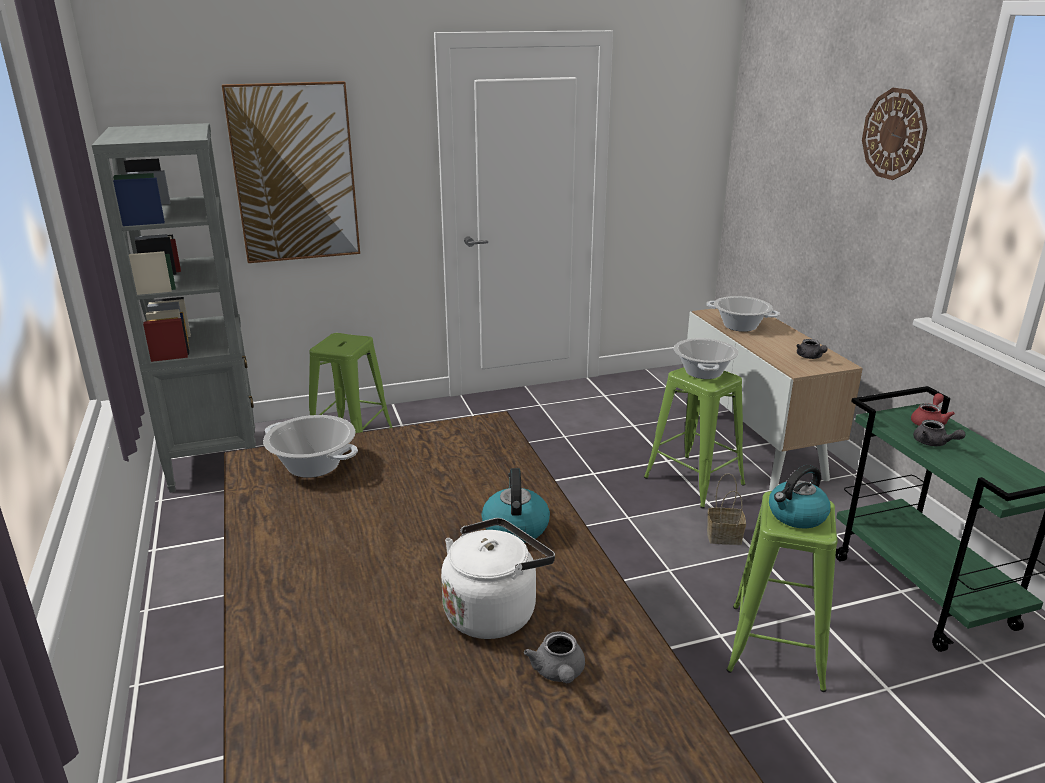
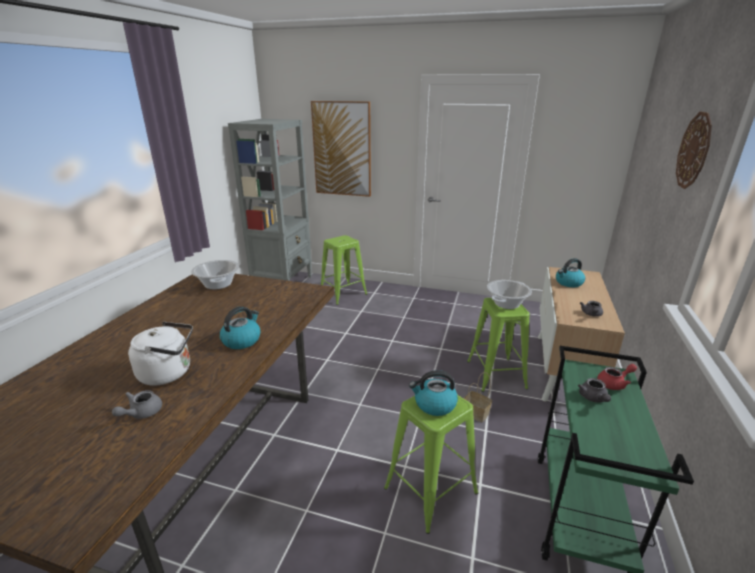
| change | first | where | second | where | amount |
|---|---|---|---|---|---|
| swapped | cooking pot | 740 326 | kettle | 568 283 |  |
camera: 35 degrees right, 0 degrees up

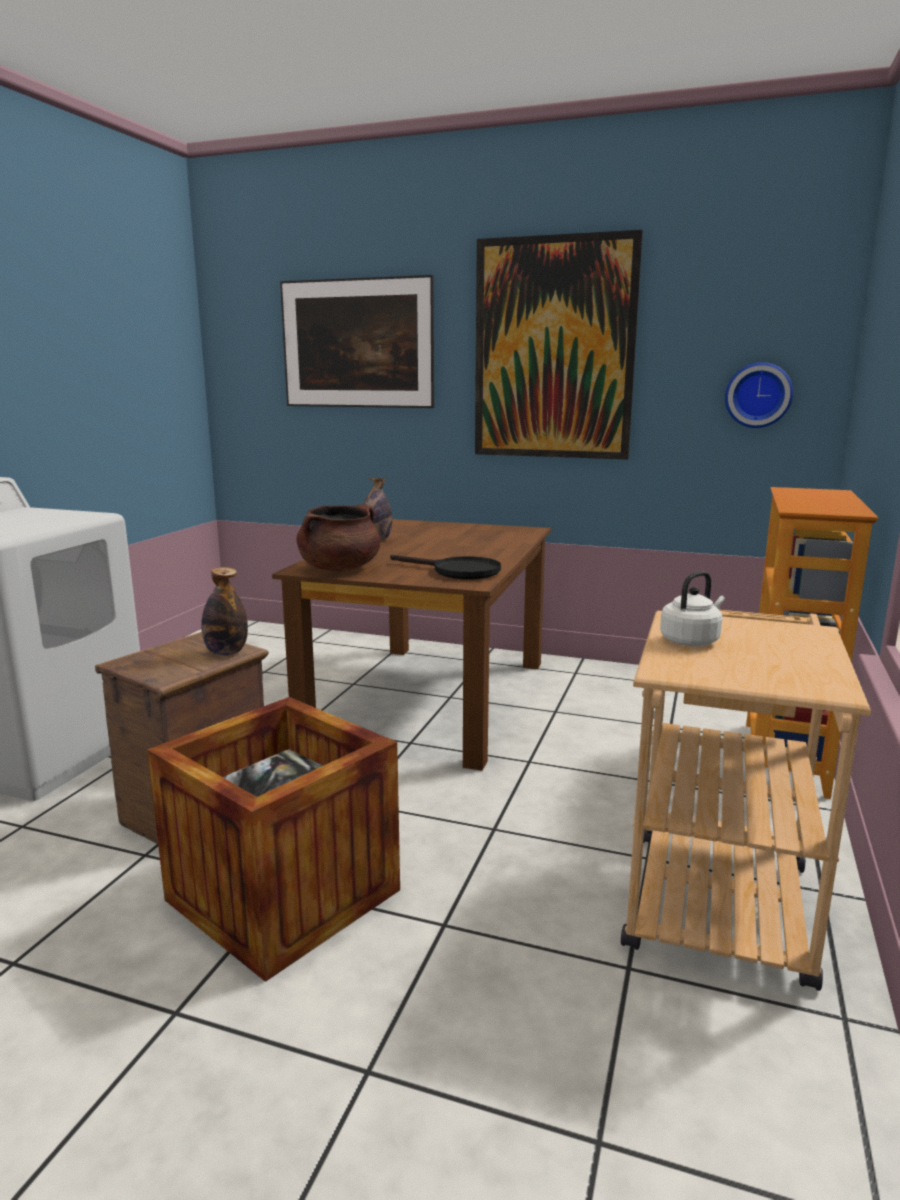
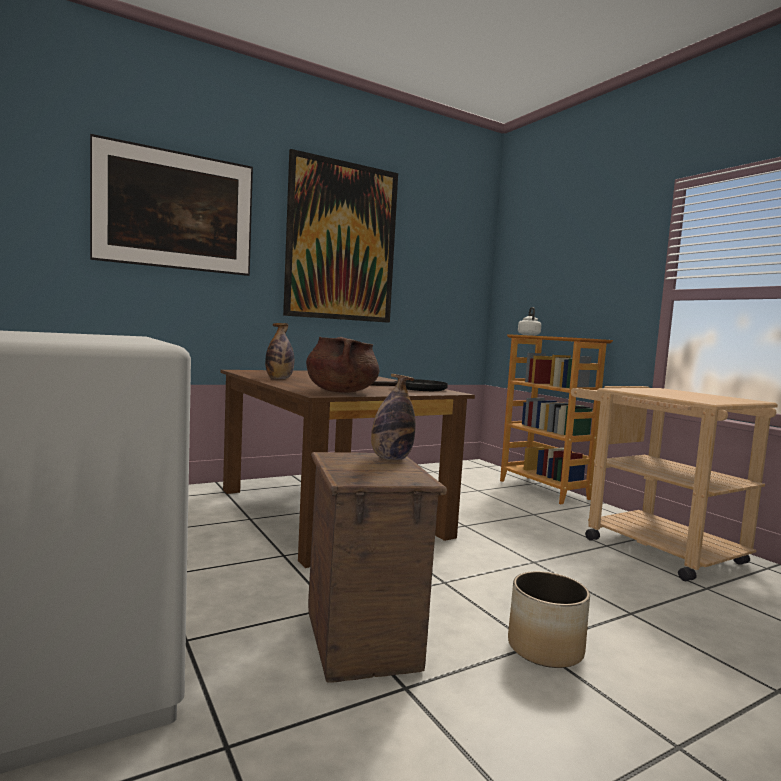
| change | first | where | second | where | amount |
|---|---|---|---|---|---|
| gone | wall clock | 758 395 |  |  |  |
| shifted | white kettle | 691 641 |  | 528 335 |  |
| swapped | crate | 283 895 | planter | 545 649 |  |
camera: 50 degrees left, 10 degrees down

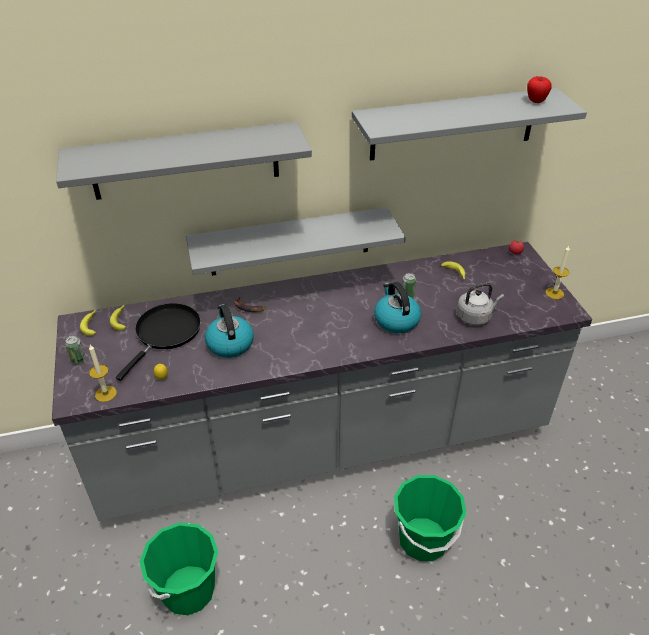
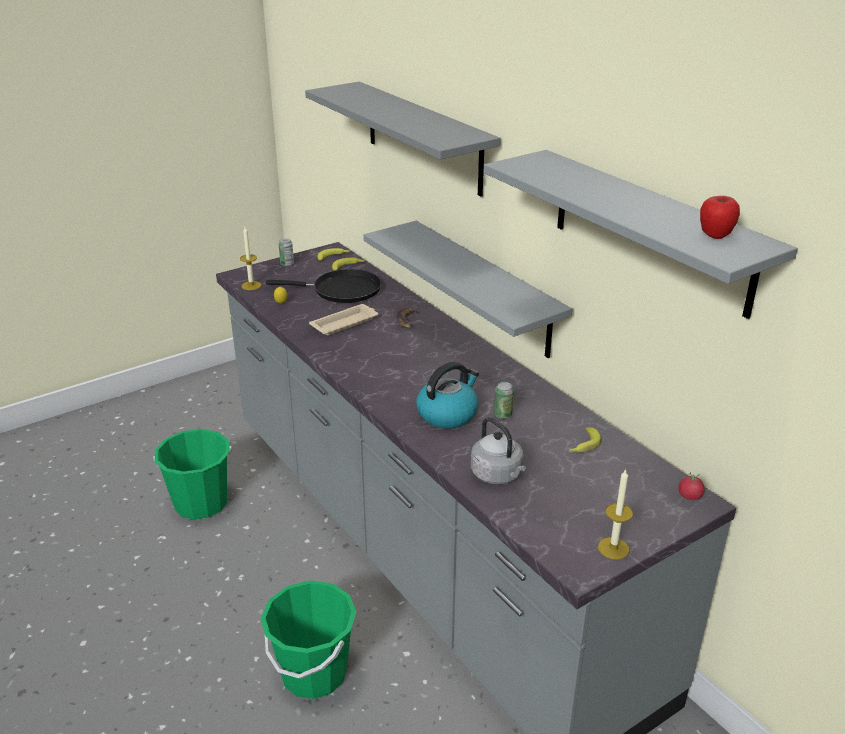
| change | first | where | second | where | amount |
|---|---|---|---|---|---|
| swapped | kettle | 229 343 | beige tray | 345 323 |  |
camera: 70 degrees right, 10 degrees down

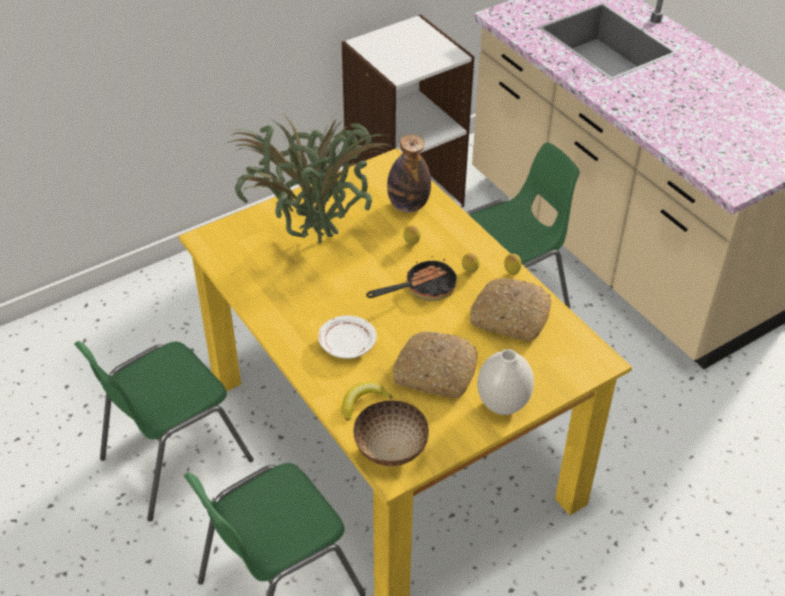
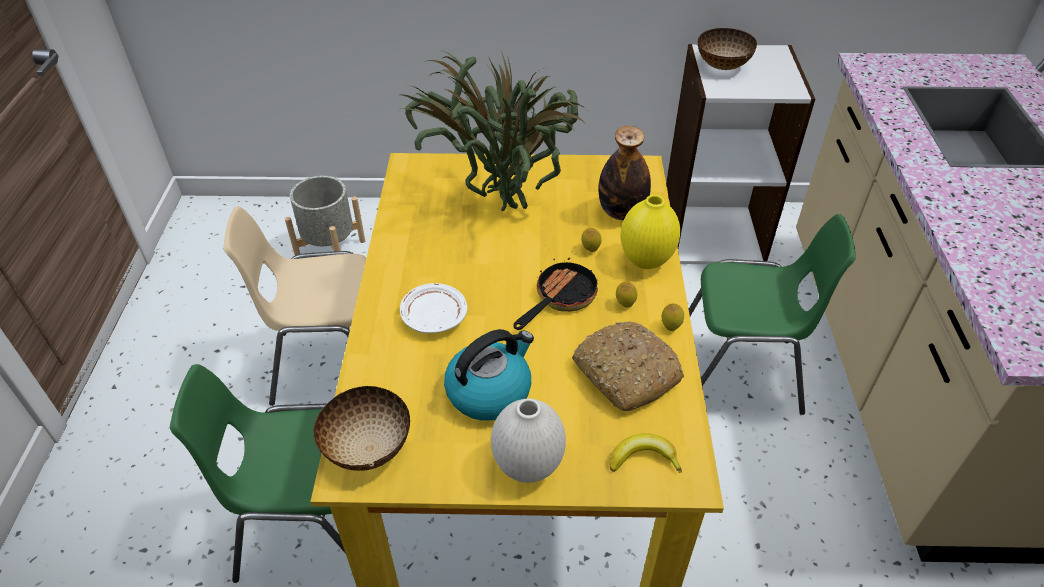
| change | first | where | second | where | amount |
|---|---|---|---|---|---|
| rotated | frying pan | 423 288 |  | 560 298 | 60 degrees counterclockwise |
| swapped | bread | 434 373 | kettle | 489 391 |  |
| repainted | green chair | 174 459 | beige chair | 333 363 |  |
| shifted | banana | 363 402 |  | 643 458 |  |
| new |  |  | bowl | 721 66 |  |
| new |  |  | grey planter | 331 251 |  |
| new |  |  | yellow vase | 647 261 |  |
camera: 35 degrees right, 0 degrees up

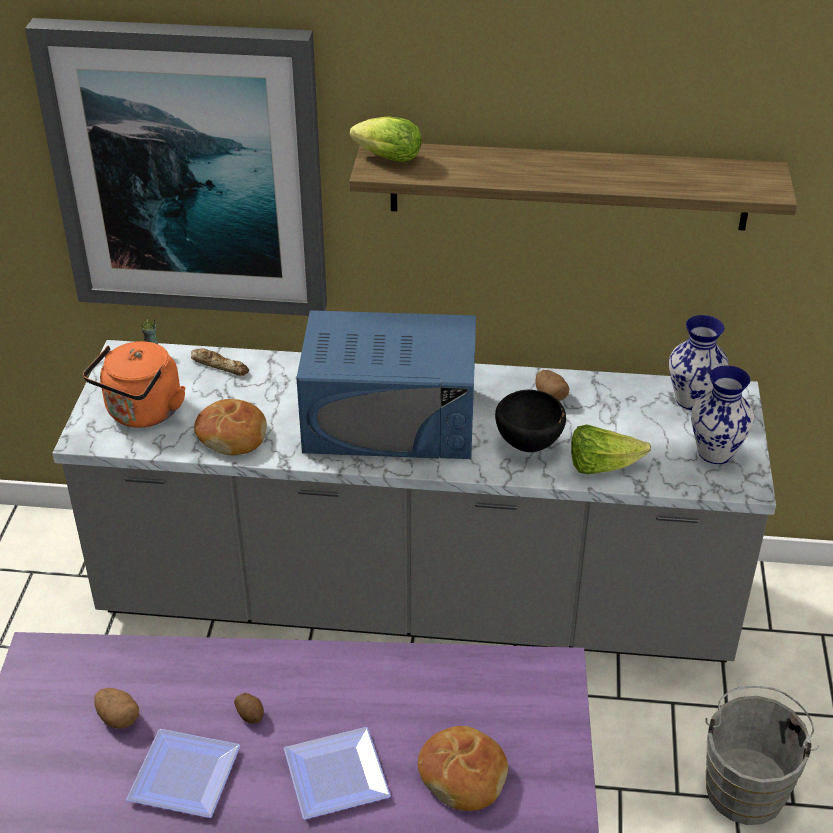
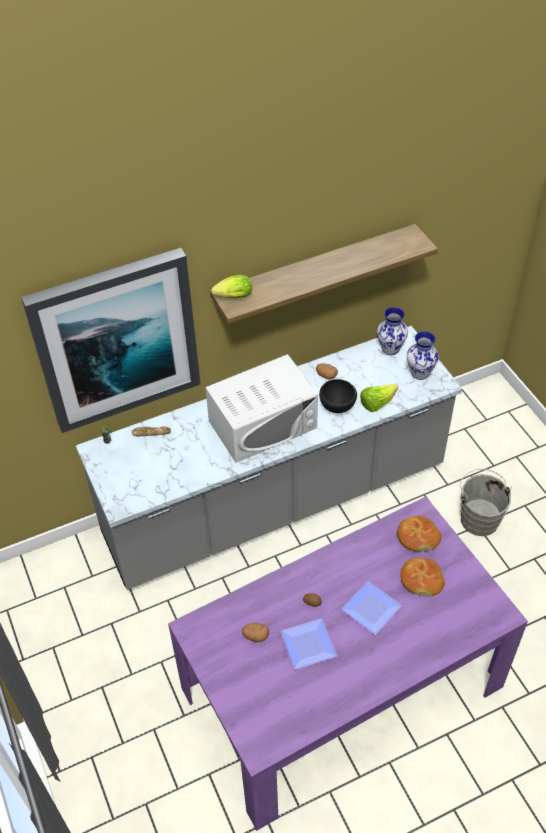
| change | first | where | second | where | amount |
|---|---|---|---|---|---|
| repainted | blue microwave | 390 420 | white microwave | 263 424 |  |
| gone | orange kettle | 142 413 |  |  |  |
| shifted | bread | 232 435 |  | 417 537 |  |
camera: 30 degrees left, 10 degrees up

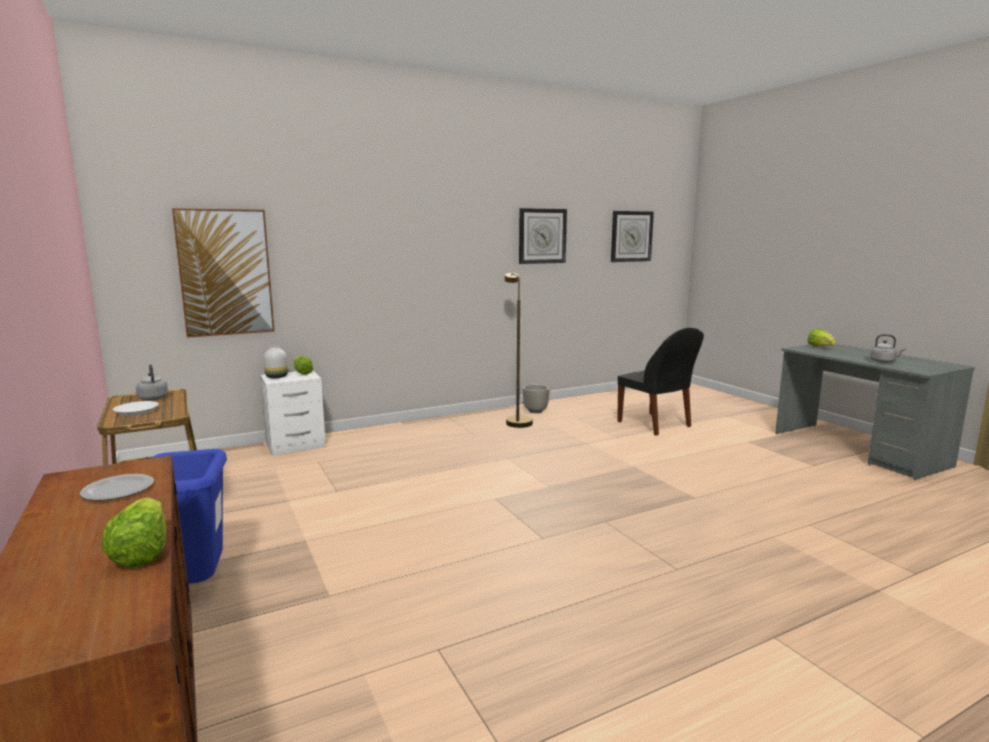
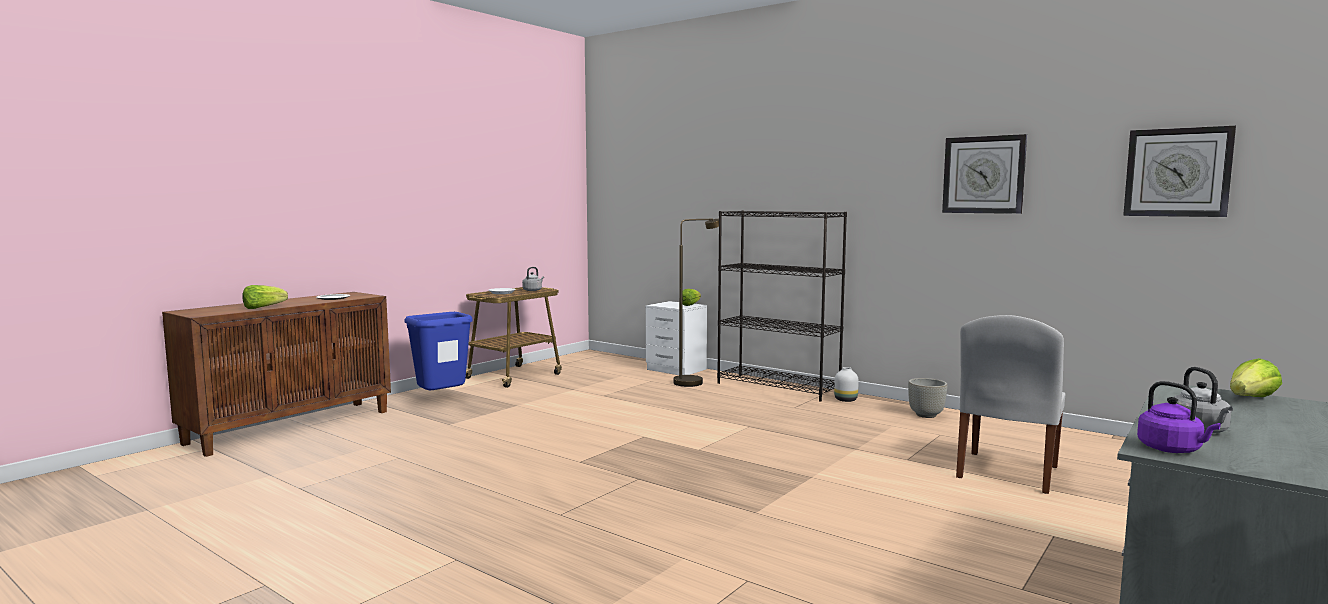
| change | first | where | second | where | amount |
|---|---|---|---|---|---|
| gone | picture | 225 272 |  |  |  |
| shifted | brown floor lamp | 516 421 |  | 694 381 |  |
| repainted | black chair | 655 425 | white chair | 1006 473 |  |
| shifted | white vase | 277 377 |  | 846 400 |  |
| new |  |  | black bookcase | 778 387 |  |
| new |  |  | purple kettle | 1172 450 |  |
camera: 65 degrees right, 5 degrees down

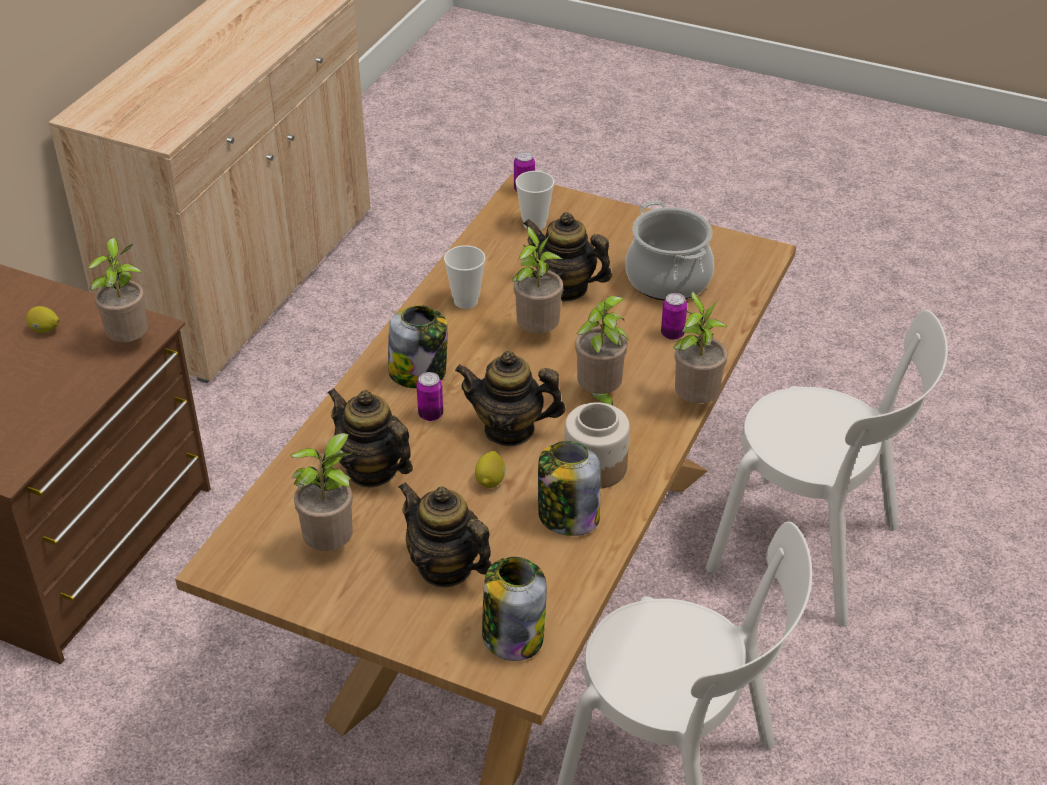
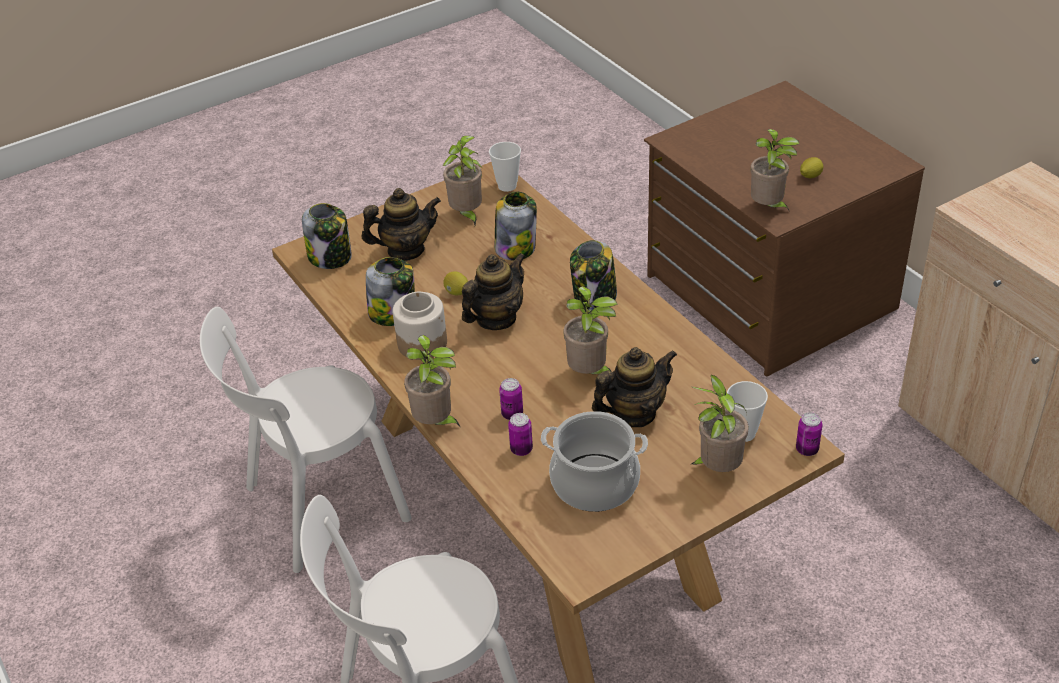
| change | first | where | second | where | amount |
|---|---|---|---|---|---|
| shifted | cup | 466 301 |  | 507 186 |  |
| shifted | potted plant | 599 396 |  | 717 468 |  |
| shifted | can | 430 414 |  | 512 414 |  |
| swapped | teapot | 372 470 | jar | 515 248 |  |
camera: 125 degrees right, 0 degrees up

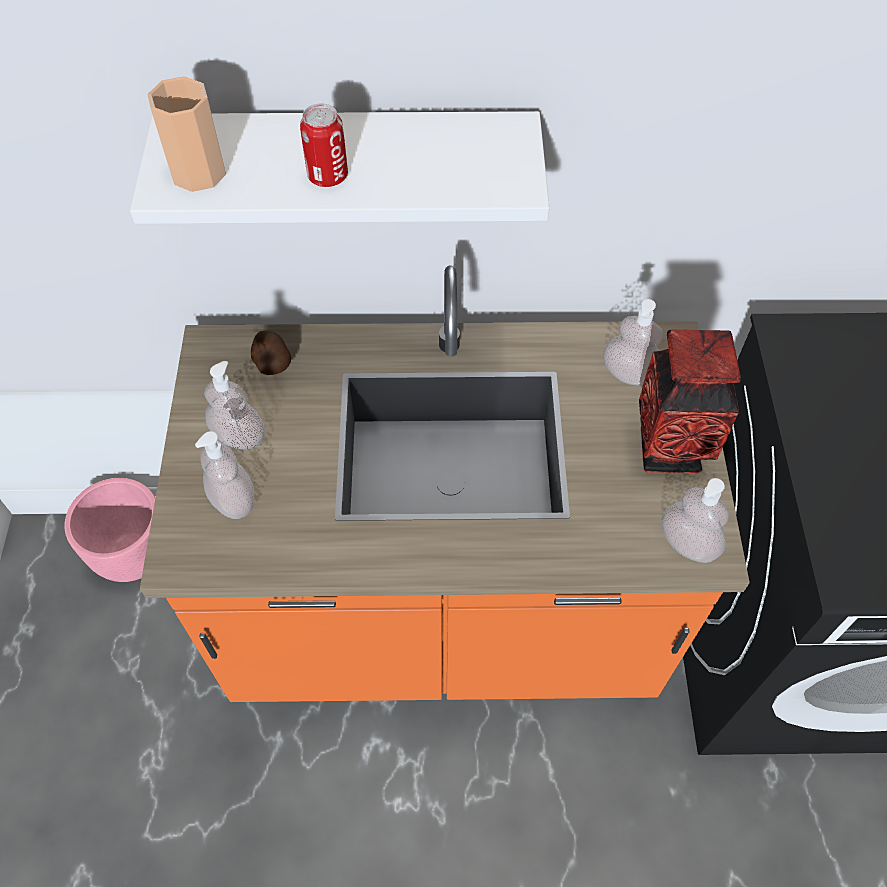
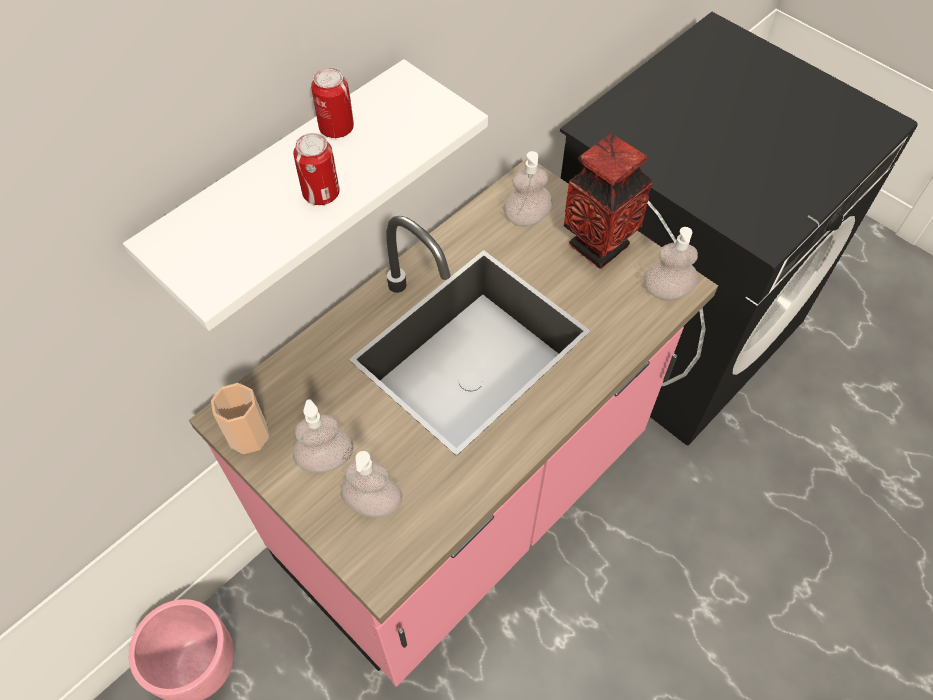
| change | first | where | second | where | amount |
|---|---|---|---|---|---|
| shifted | cup | 198 173 |  | 248 435 |  |
| repainted | orange counter | 443 618 | pink counter | 466 503 |  |
| gone | potato | 272 362 |  |  |  |
| new |  |  | can | 336 128 |  |
camera: 45 degrees left, 0 degrees up

